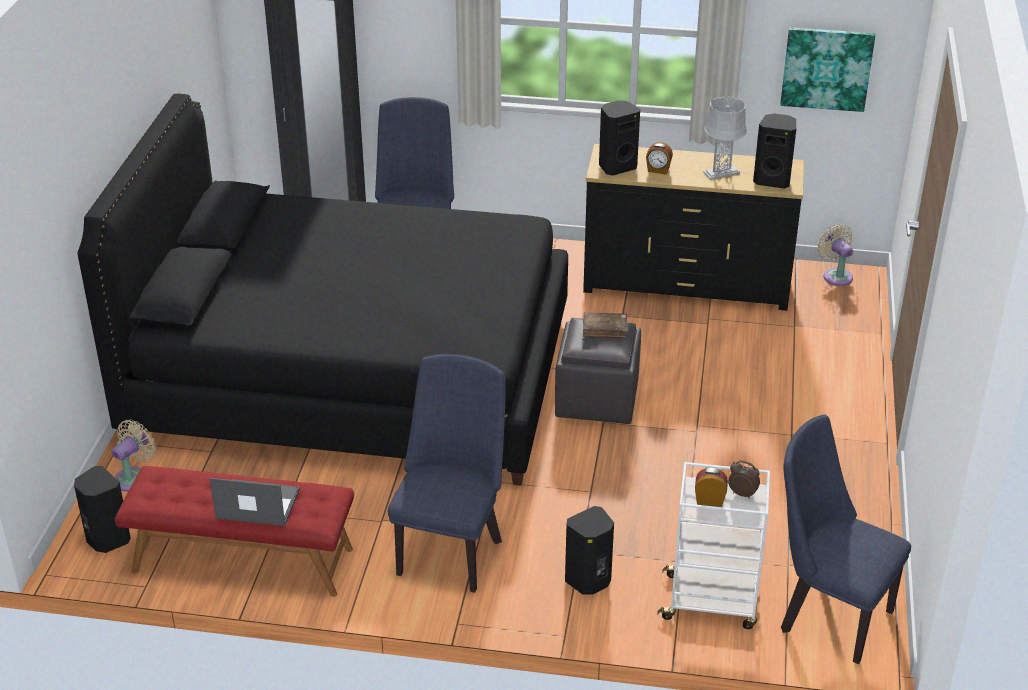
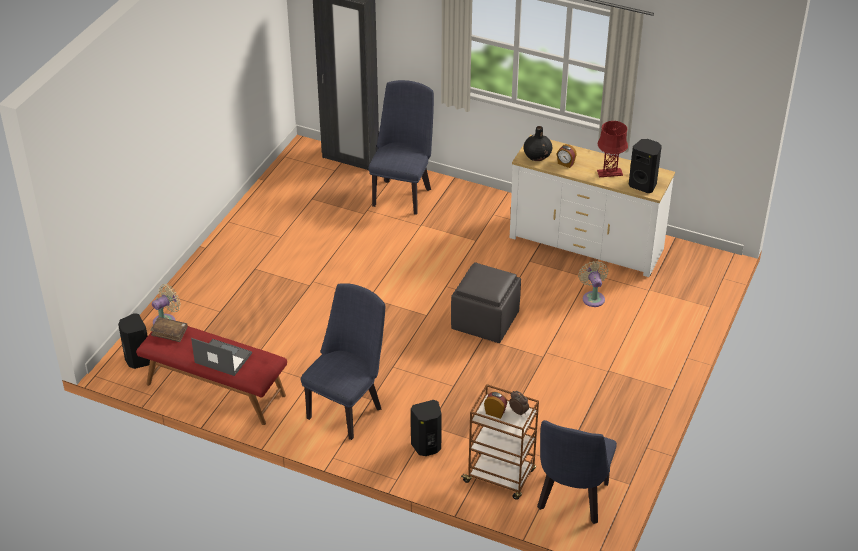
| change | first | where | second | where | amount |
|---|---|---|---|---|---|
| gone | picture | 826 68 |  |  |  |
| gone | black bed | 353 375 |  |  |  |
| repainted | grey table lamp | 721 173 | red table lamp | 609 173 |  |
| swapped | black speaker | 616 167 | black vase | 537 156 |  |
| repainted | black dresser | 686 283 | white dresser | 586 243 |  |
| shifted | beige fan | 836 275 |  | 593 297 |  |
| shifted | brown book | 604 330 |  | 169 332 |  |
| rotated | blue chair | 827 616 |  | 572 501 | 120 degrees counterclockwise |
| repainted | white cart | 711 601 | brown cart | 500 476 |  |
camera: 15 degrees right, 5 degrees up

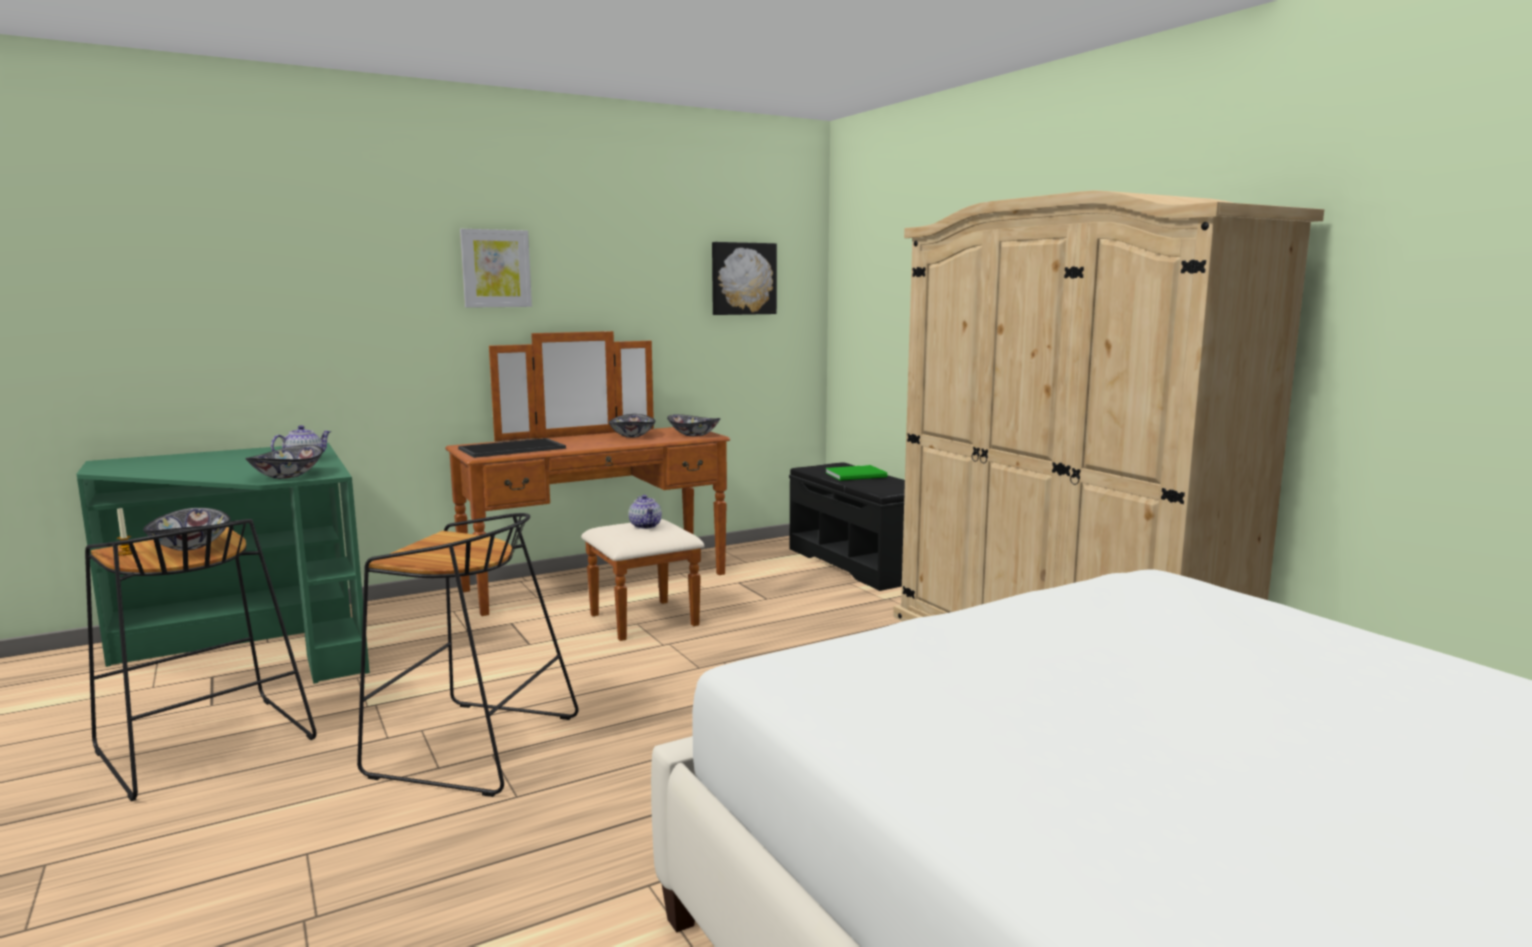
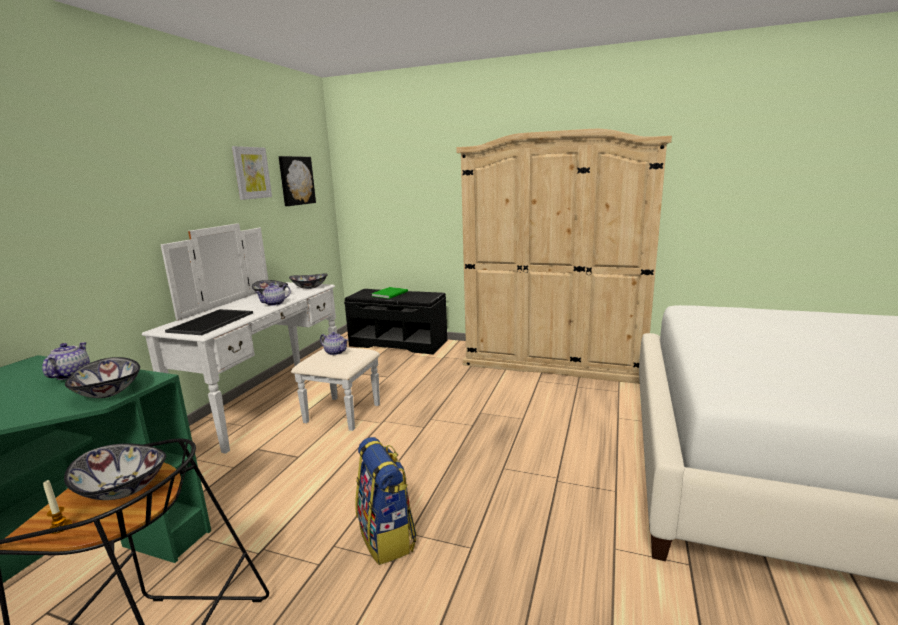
| change | first | where | second | where | amount |
|---|---|---|---|---|---|
| shifted | picture | 496 268 |  | 251 173 |  |
| repainted | brown dresser | 608 590 | white dresser | 285 404 |  |
| swapped | black stool | 470 747 | backpack | 387 537 |  |
| new |  |  | teapot | 274 303 |  |
camera: 40 degrees left, 5 degrees up

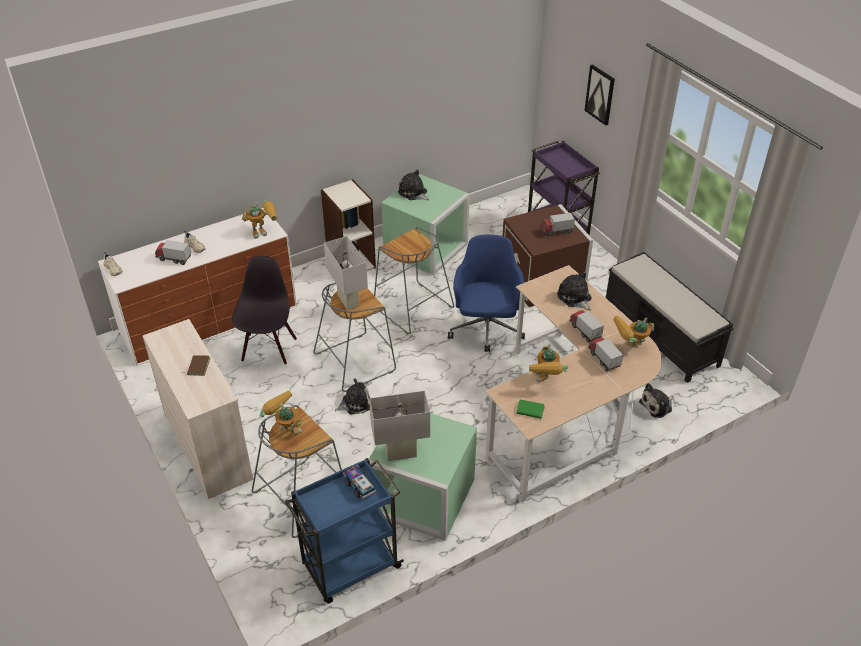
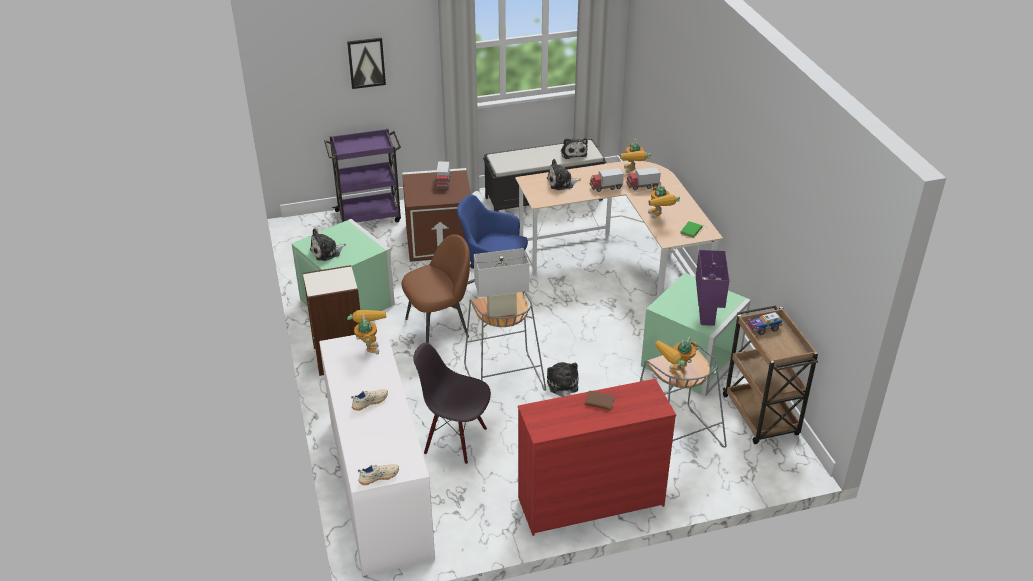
| change | first | where | second | where | amount |
|---|---|---|---|---|---|
| swapped | grey stool | 412 308 | brown chair | 439 327 |  |
| gone | toy truck | 174 259 |  |  |  |
| repainted | beige dresser | 208 446 | red dresser | 590 501 |  |
| rotated | toy robot | 545 381 |  | 660 217 | 60 degrees clockwise |
| shifted | plush toy | 657 406 |  | 573 153 |  |
| repainted | white table lamp | 401 453 | purple table lamp | 706 317 |  |
| repainted | blue cart | 350 567 | brown cart | 761 417 |  |
camera: 75 degrees left, 5 degrees down

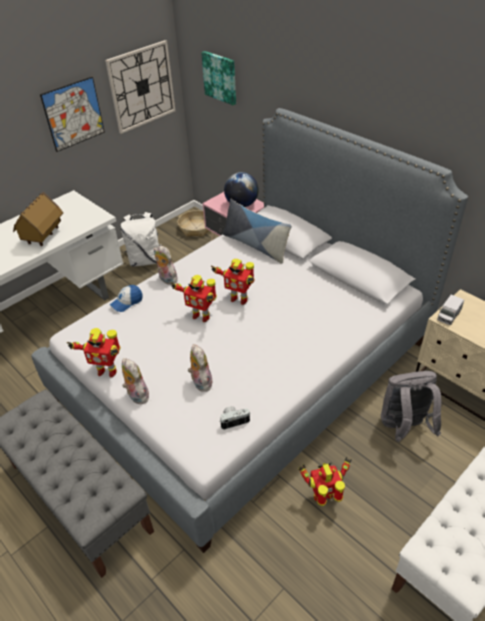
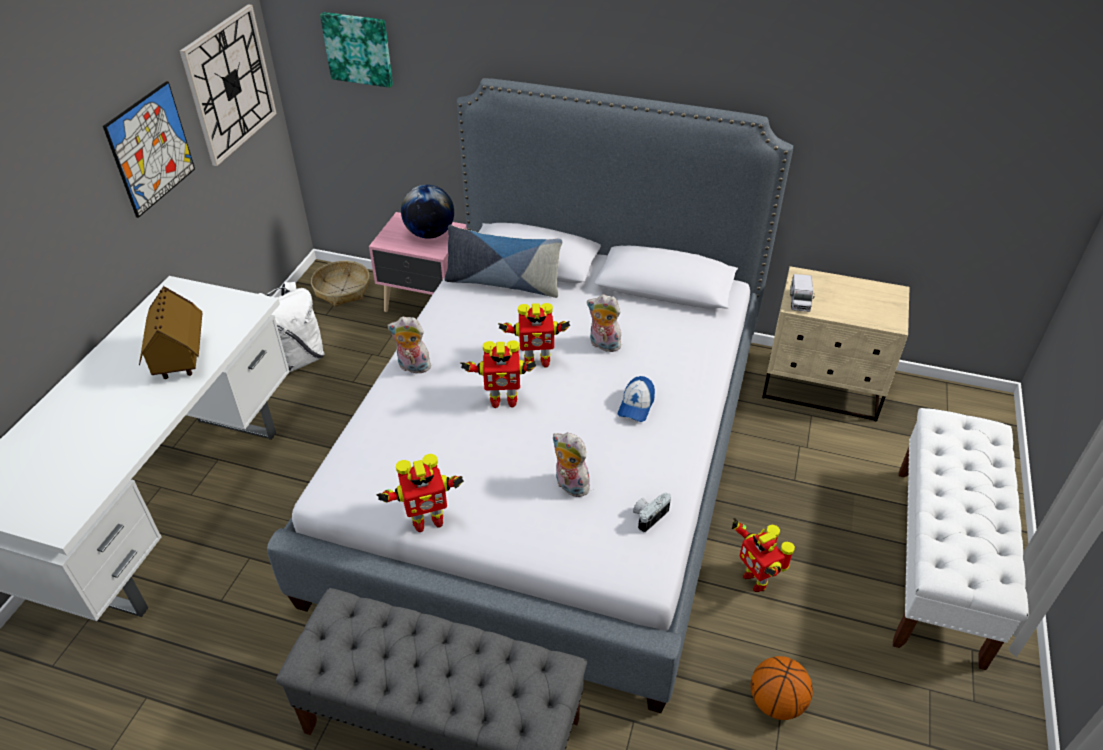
| change | first | where | second | where | amount |
|---|---|---|---|---|---|
| shifted | cap | 127 302 |  | 636 405 |  |
| shifted | plush toy | 136 395 |  | 603 345 |  |
| gone | grey backpack | 404 427 |  |  |  |
| rotated | toy robot | 324 497 |  | 756 579 | 75 degrees counterclockwise |
| new |  |  | basketball | 776 702 |  |
camera: 30 degrees left, 0 degrees up

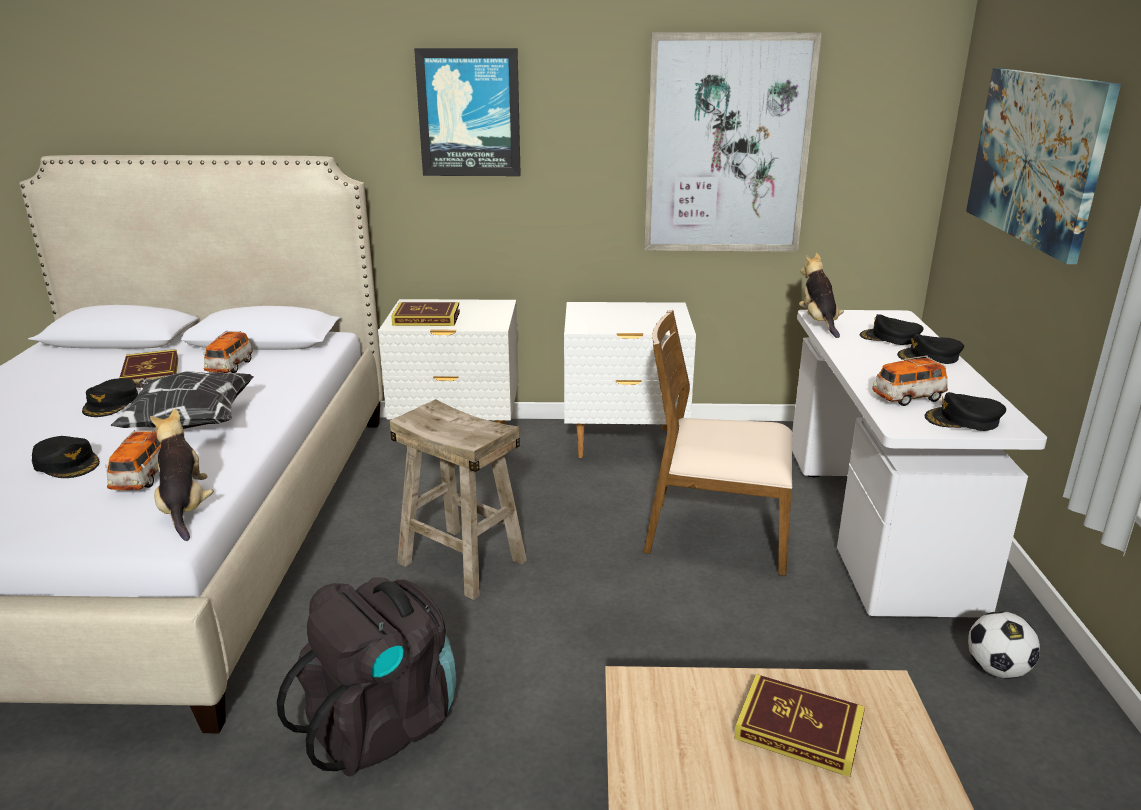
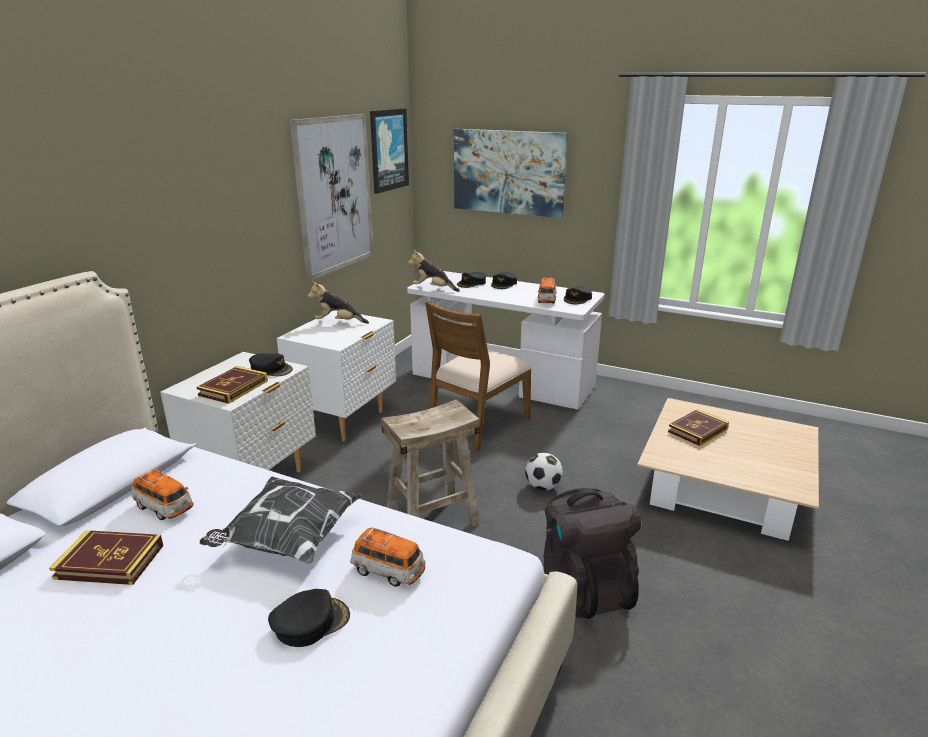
| change | first | where | second | where | amount |
|---|---|---|---|---|---|
| shifted | picture | 469 113 |  | 388 150 |  |
| shifted | black cap | 112 403 |  | 271 369 |  |
| shifted | plush toy | 185 508 |  | 338 323 |  |
| shifted | football | 997 669 |  | 543 486 |  |
camera: 65 degrees left, 0 degrees up

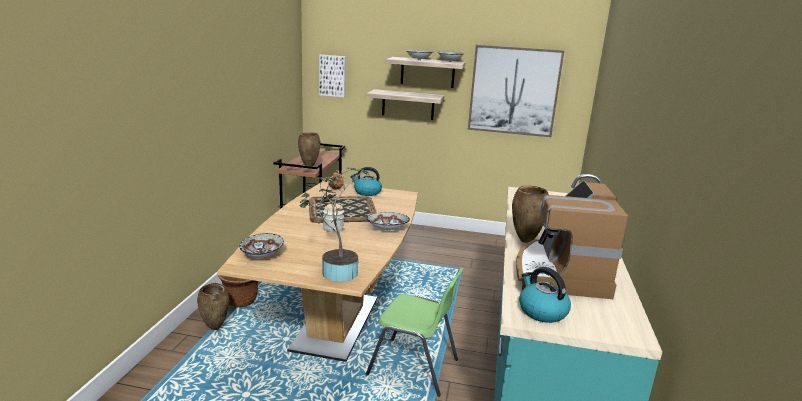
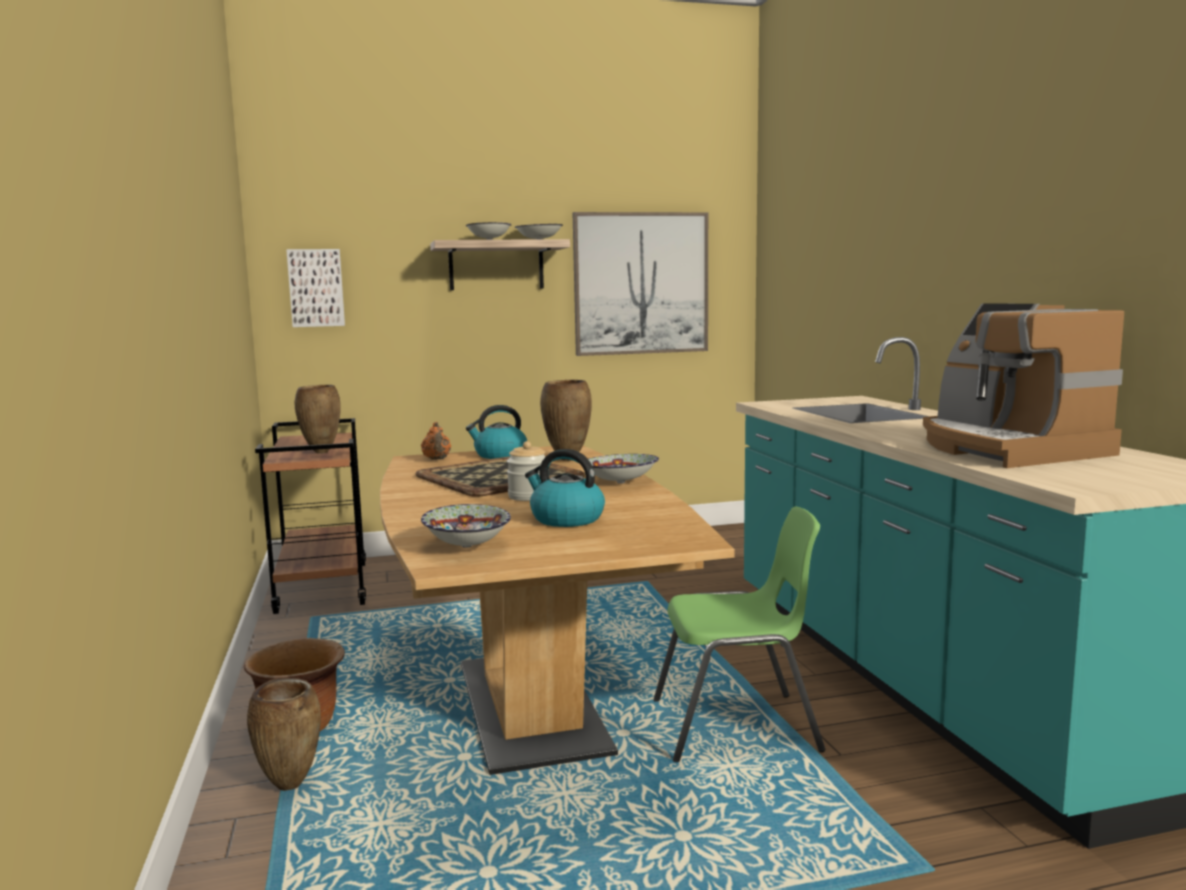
| change | first | where | second | where | amount |
|---|---|---|---|---|---|
| gone | shelf | 408 104 |  |  |  |
| gone | potted plant | 335 272 |  |  |  |
| shifted | brown vase | 524 241 |  | 566 460 |  |
| shifted | kettle | 541 311 |  | 566 519 |  |
camera: 25 degrees left, 10 degrees down

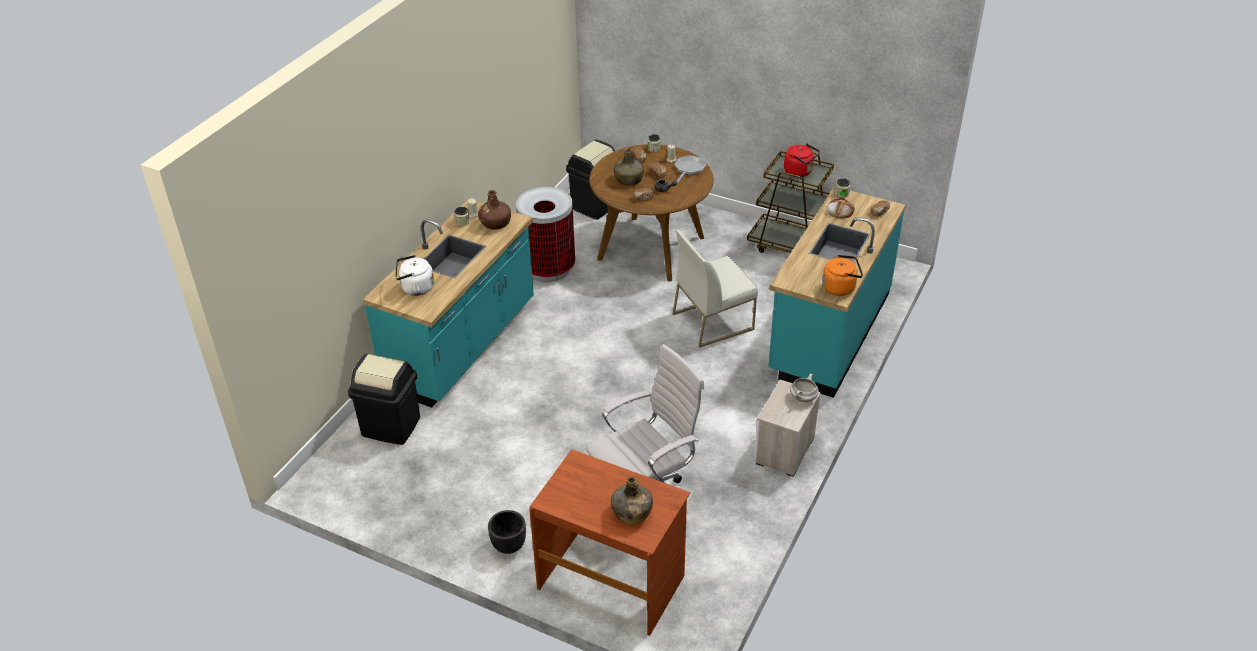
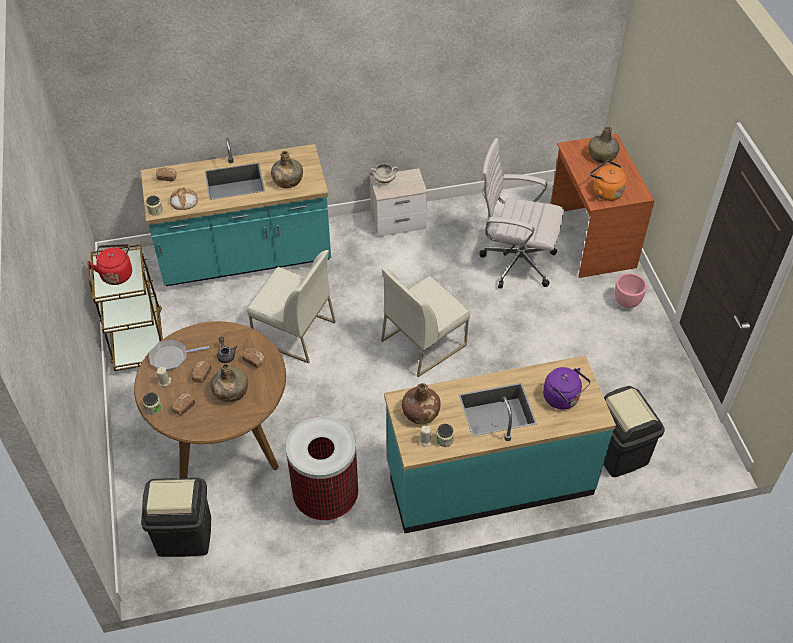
| change | first | where | second | where | amount |
|---|---|---|---|---|---|
| repainted | white kettle | 415 288 | purple kettle | 563 398 |  |
| shifted | orange kettle | 840 287 |  | 605 192 |  |
| repainted | black planter | 508 546 | pink planter | 627 302 |  |
| new |  |  | green bottle | 287 181 |  |
| new |  |  | white chair | 423 342 |  |
camera: 130 degrees left, 10 degrees up

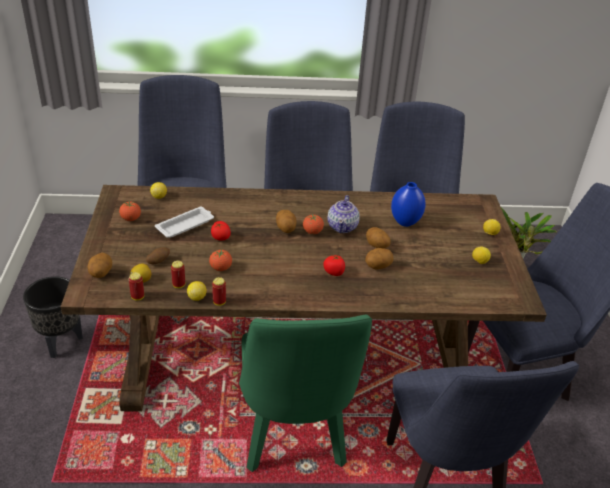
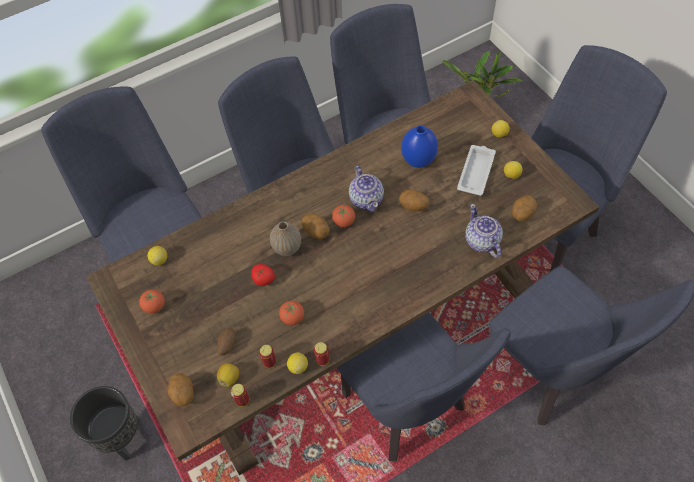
| change | first | where | second | where | amount |
|---|---|---|---|---|---|
| shifted | white tray | 186 225 |  | 476 172 |  |
| shifted | potato | 378 266 |  | 522 214 |  |
| gone | tomato | 334 272 |  |  |  |
| repainted | green chair | 294 441 | blue chair | 409 409 |  |
| new |  |  | teapot | 482 242 |  |
| new |  |  | vase | 287 248 |  |
camera: 25 degrees left, 20 degrees up

